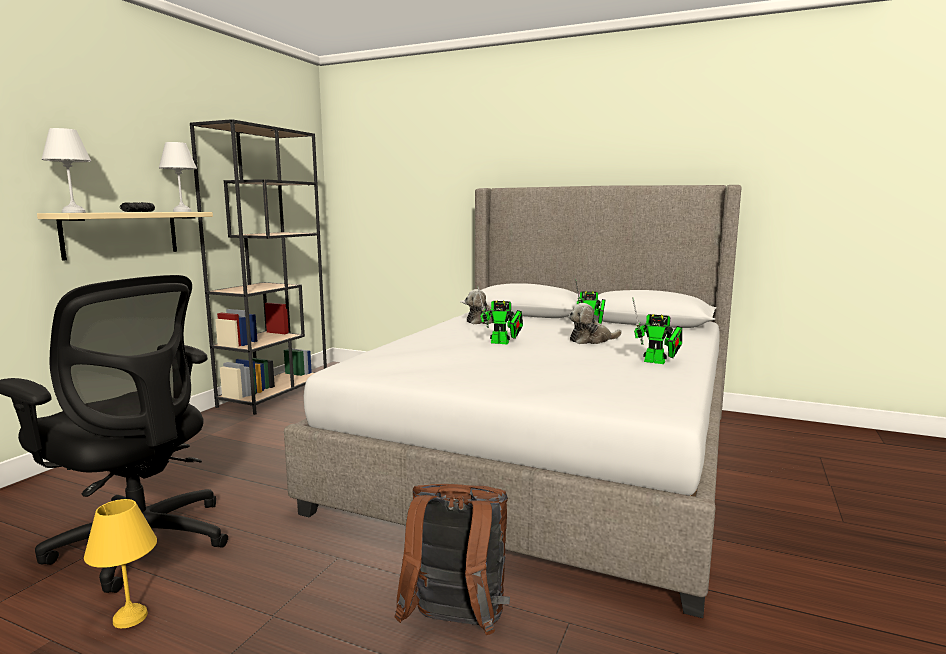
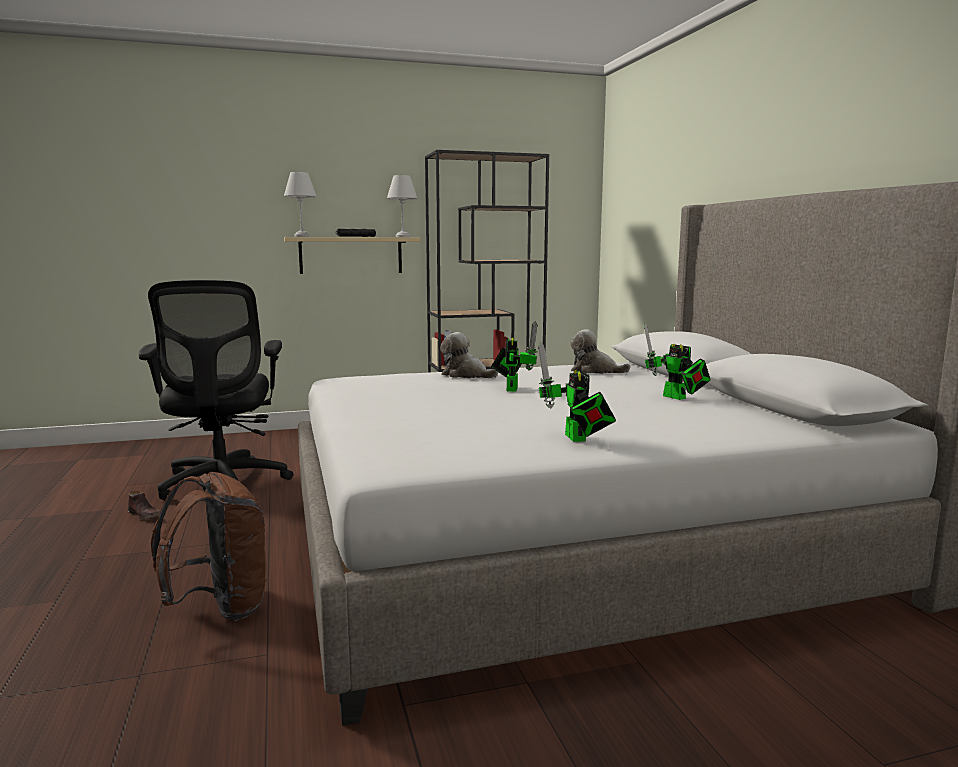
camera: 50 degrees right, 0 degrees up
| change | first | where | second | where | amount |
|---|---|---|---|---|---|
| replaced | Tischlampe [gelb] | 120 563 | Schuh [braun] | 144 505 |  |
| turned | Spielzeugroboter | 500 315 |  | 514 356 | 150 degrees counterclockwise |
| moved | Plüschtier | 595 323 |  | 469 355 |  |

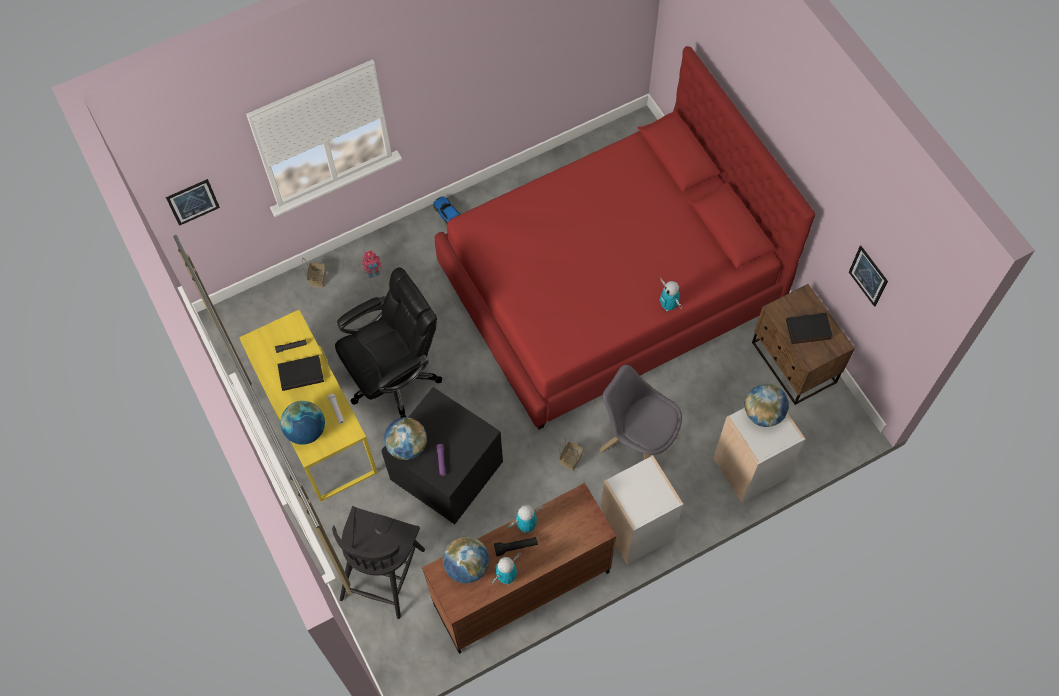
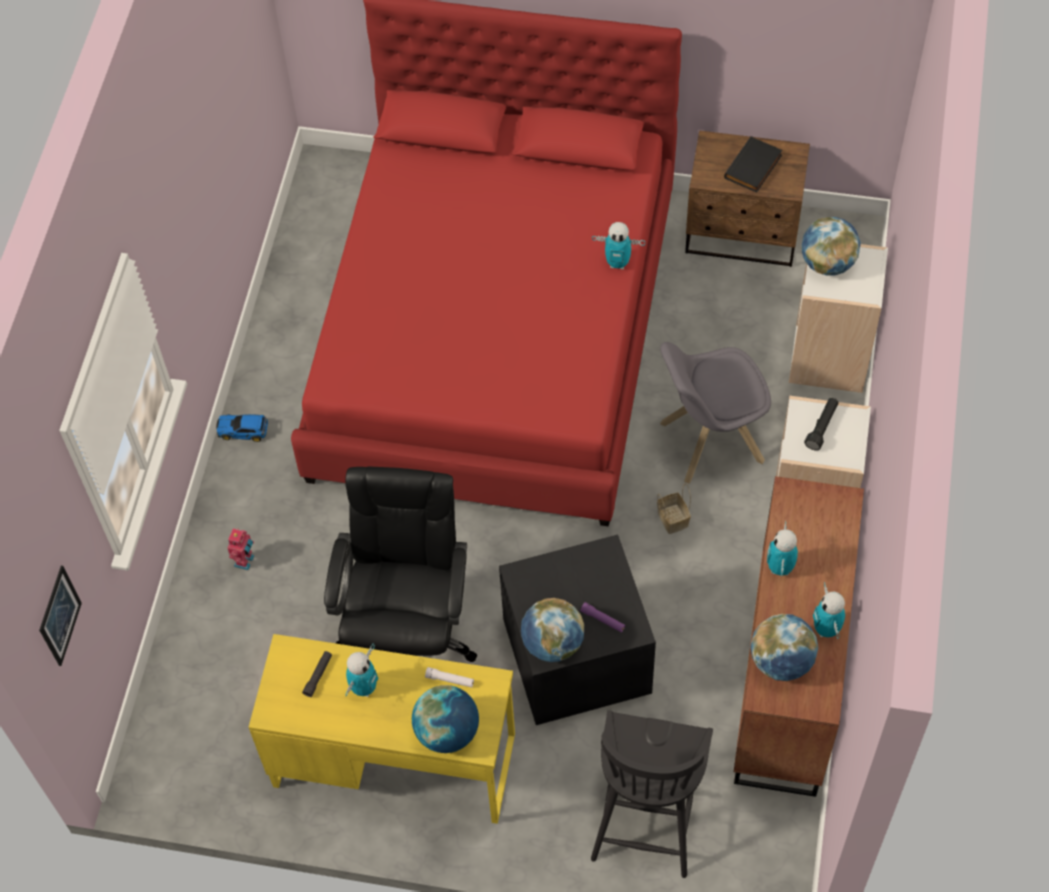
camera: 50 degrees left, 5 degrees down
| change | first | where | second | where | amount |
|---|---|---|---|---|---|
| replaced | Buch [schwarz] | 300 373 | Spielzeugroboter | 362 670 |  |
| removed | Korb | 314 273 |  |  |  |
| turned | Stuhl [schwarz] | 378 562 |  | 652 794 | 45 degrees clockwise |
| moved | Taschenlampe [schwarz] | 516 546 |  | 821 424 |  |
| removed | Bild | 868 276 |  |  |  |

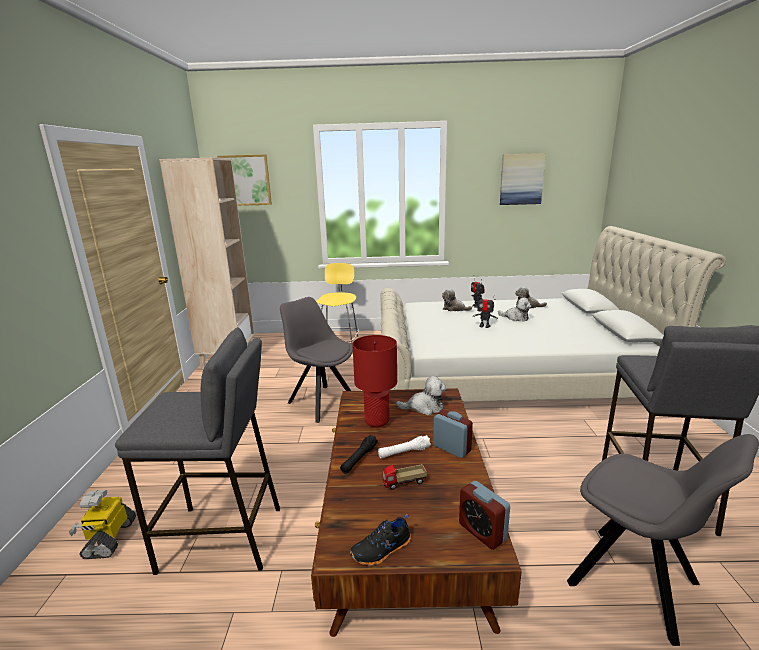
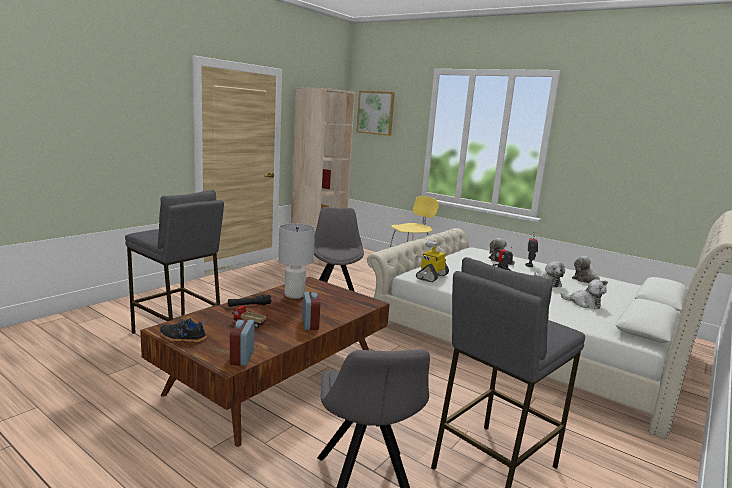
camera: 35 degrees right, 5 degrees down
| change | first | where | second | where | amount |
|---|---|---|---|---|---|
| moved | Spielzeugroboter | 102 524 |  | 432 261 |  |
| recoloured | Tischlampe [rot] | 374 381 | Tischlampe [grau] | 296 261 |  |
| removed | Taschenlampe [weiß] | 404 446 |  |  |  |
| moved | Plüschtier | 421 395 |  | 583 294 |  |
| removed | Bild | 523 179 |  |  |  |

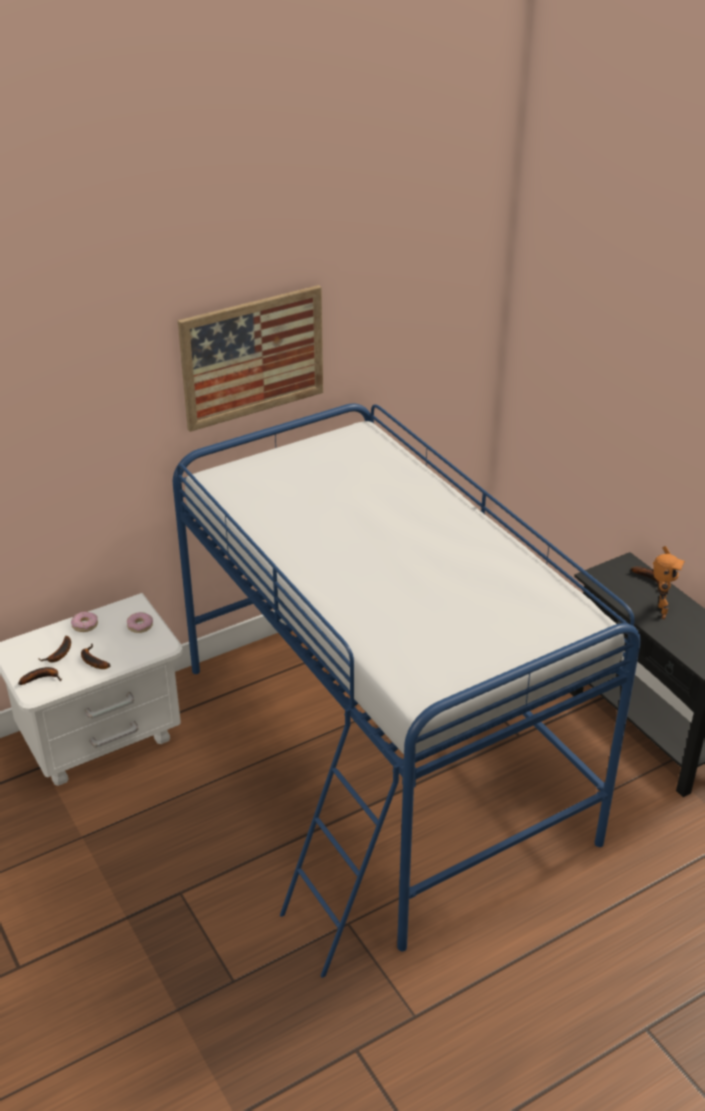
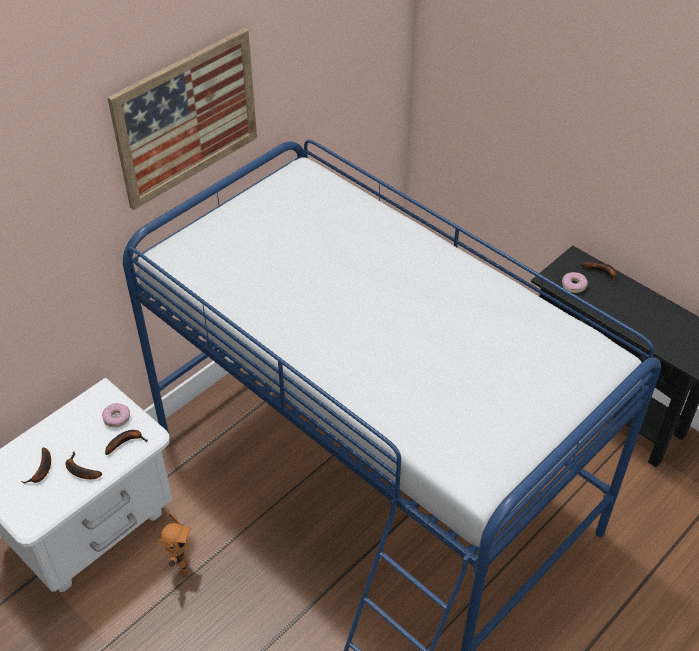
camera: 15 degrees left, 10 degrees up
| change | first | where | second | where | amount |
|---|---|---|---|---|---|
| moved | Banane | 40 676 |  | 126 442 |  |
| moved | Donut | 84 622 |  | 575 282 |  |
| moved | Spielzeugroboter | 669 582 |  | 174 545 |  |

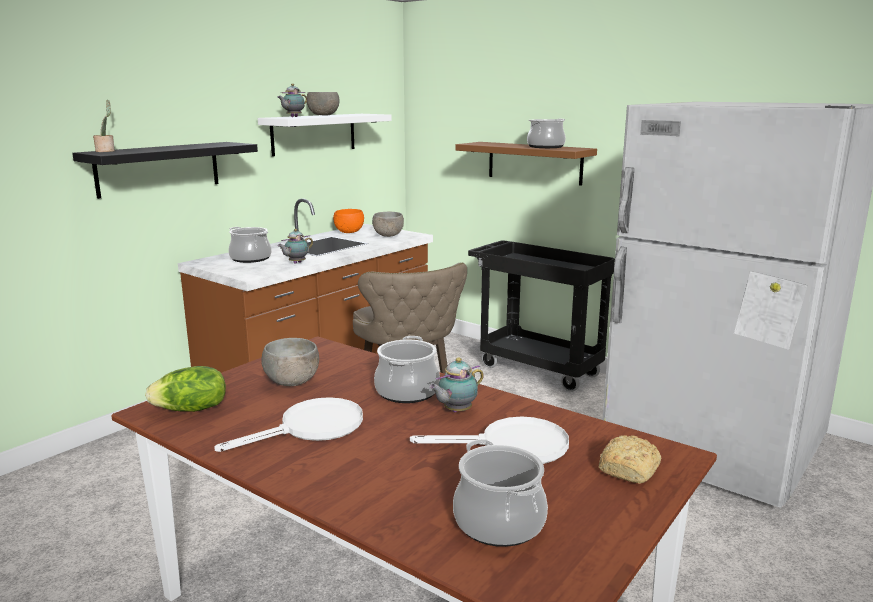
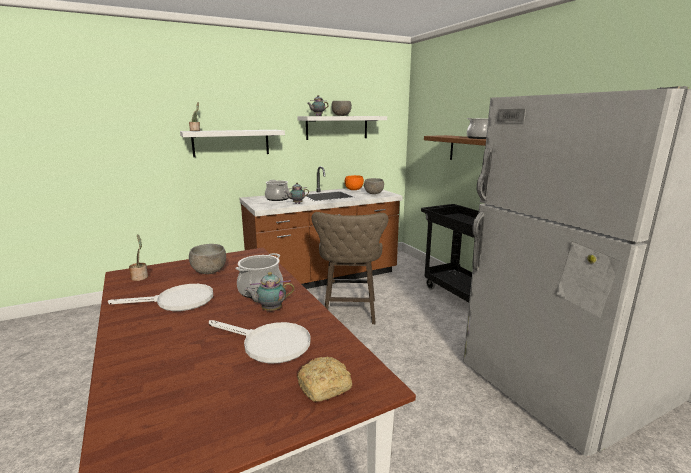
camera: 25 degrees right, 0 degrees up
| change | first | where | second | where | amount |
|---|---|---|---|---|---|
| recoloured | Wandregal [schwarz] | 165 170 | Wandregal [weiß] | 232 143 |  |
| replaced | Salatkopf | 185 389 | Topfpflanze | 138 257 |  |
| removed | Kochtopf | 500 493 |  |  |  |

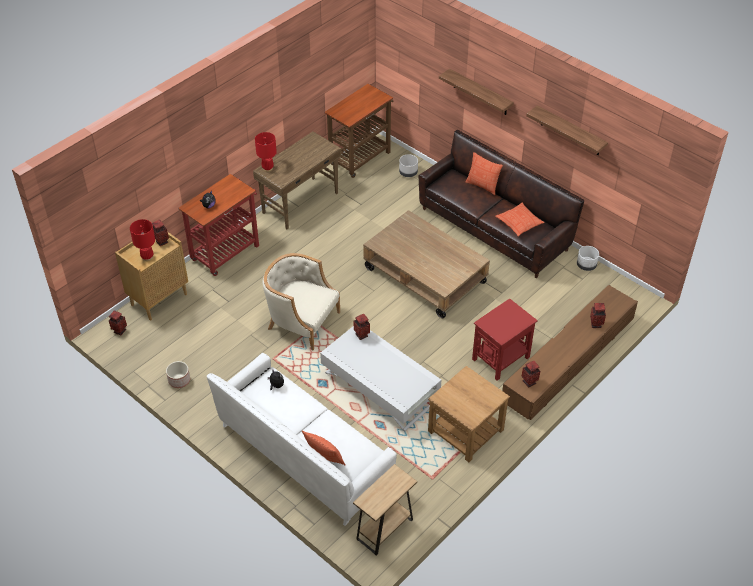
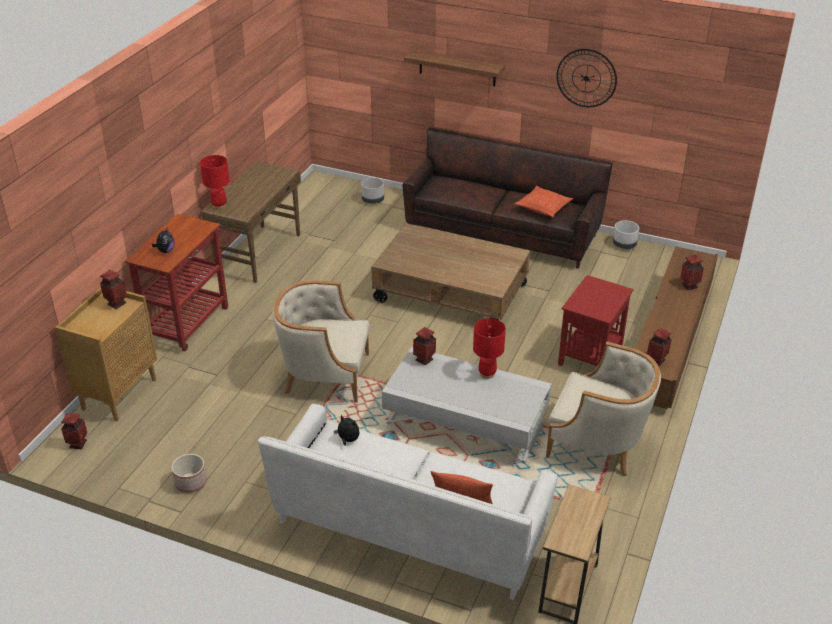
camera: 20 degrees left, 10 degrees down
| change | first | where | second | where | amount |
|---|---|---|---|---|---|
| moved | Tischlampe [rot] | 142 240 |  | 489 348 |  |
| removed | Rollwagen [braun] | 359 131 |  |  |  |
| replaced | Beistelltisch [braun] | 469 414 | Sessel [beige] | 603 408 |  |
| removed | Kissen [orange] | 484 173 |  |  |  |
| replaced | Wandregal | 567 130 | Wanduhr | 586 78 |  |

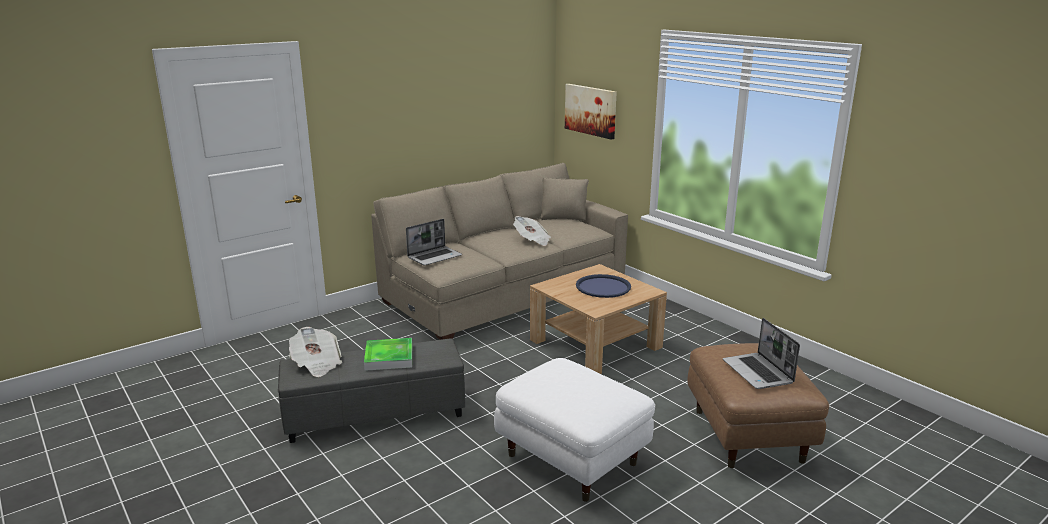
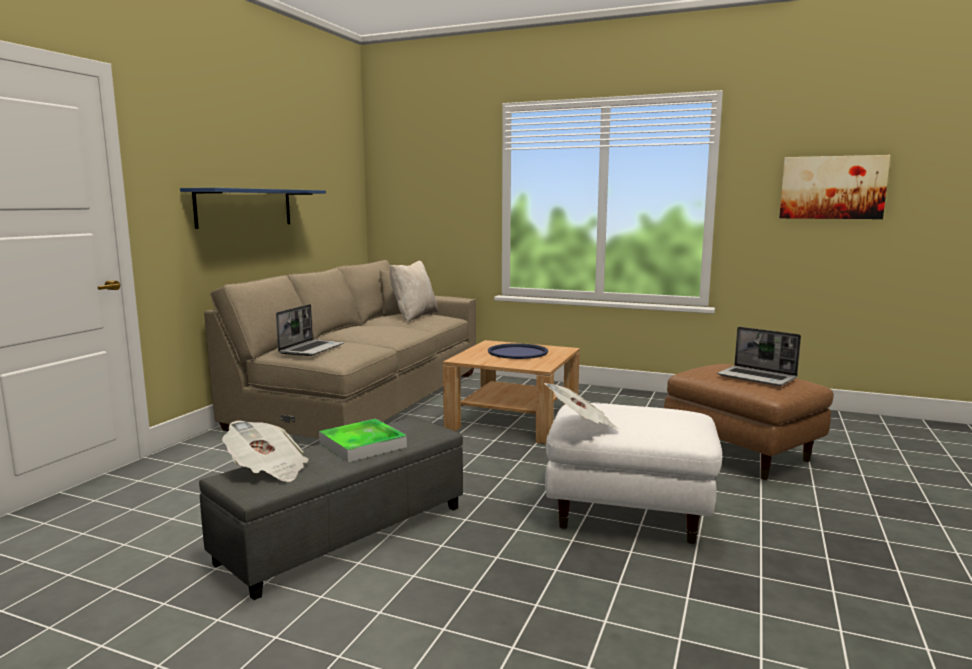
camera: 30 degrees left, 10 degrees down
| change | first | where | second | where | amount |
|---|---|---|---|---|---|
| moved | Zeitung | 532 231 |  | 581 406 |  |
| moved | Bild | 591 112 |  | 834 187 |  |
| added |  |  | Wandregal [blau] | 253 208 |  |
| added |  |  | Kissen [beige] | 413 291 |  |

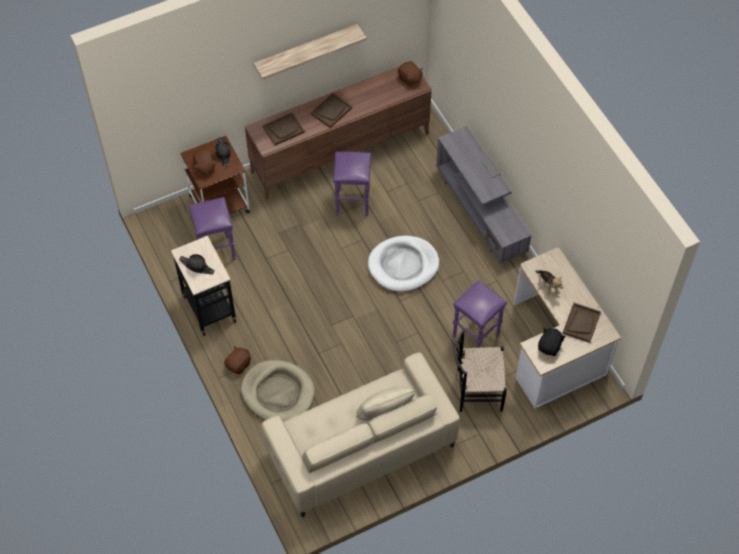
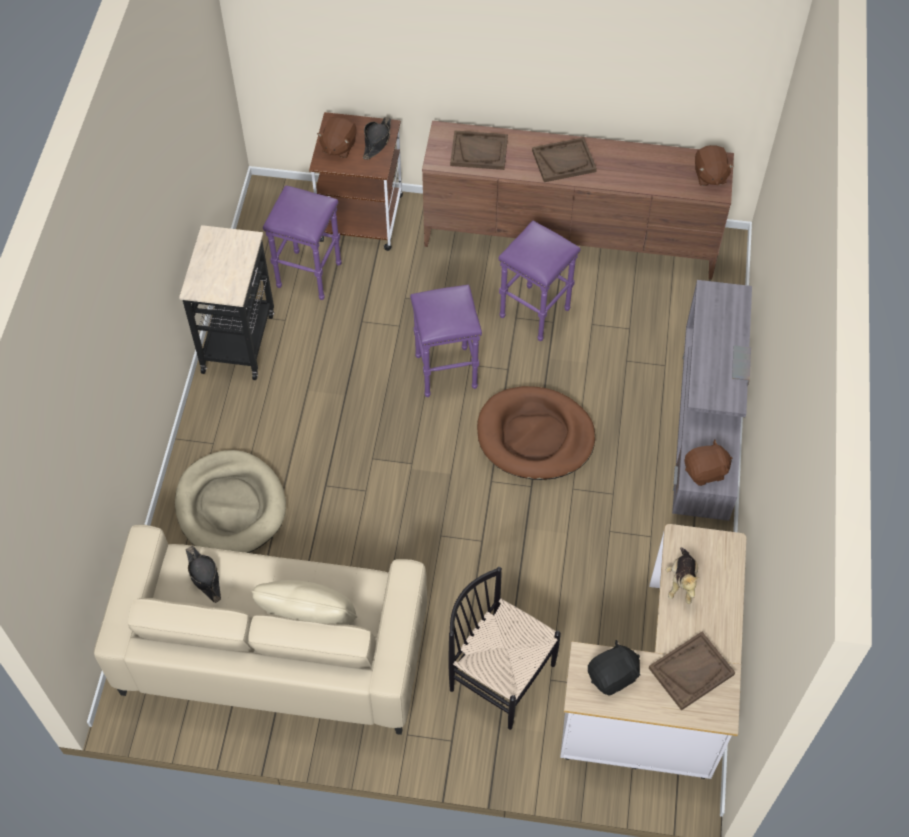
camera: 35 degrees right, 0 degrees up
| change | first | where | second | where | amount |
|---|---|---|---|---|---|
| moved | Hut [schwarz] | 197 264 |  | 203 574 |  |
| moved | Plüschtier [braun] | 237 360 |  | 708 462 |  |
| removed | Wandregal | 310 52 |  |  |  |
| recoloured | Hundebett [weiß] | 403 264 | Hundebett [braun] | 536 433 |  |
| moved | Hocker [lila] | 479 314 |  | 446 341 |  |

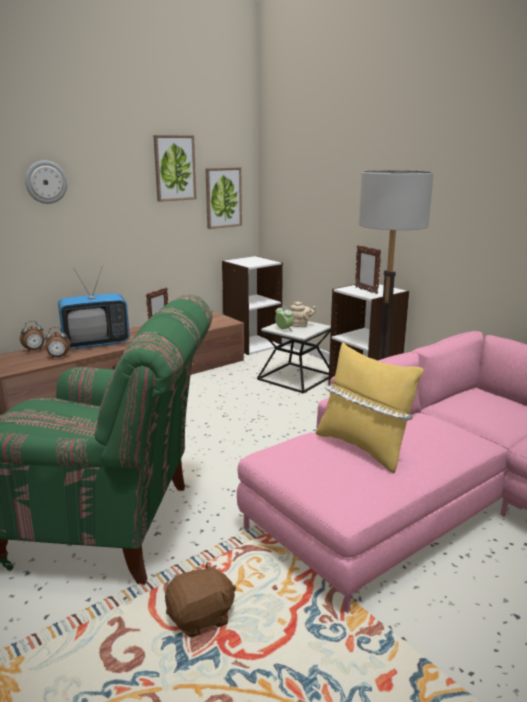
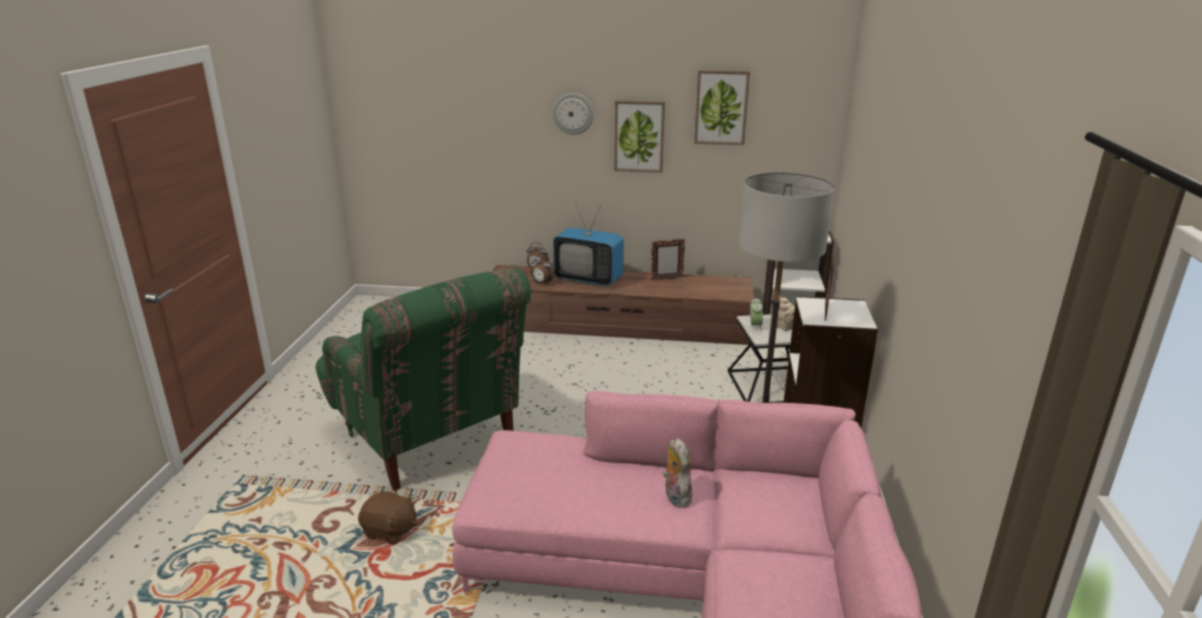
camera: 45 degrees right, 5 degrees up
| change | first | where | second | where | amount |
|---|---|---|---|---|---|
| moved | Bild | 223 198 |  | 639 136 |  |
| removed | Kissen [gelb] | 370 407 |  |  |  |
| added |  |  | Plüschtier | 678 473 |  |

